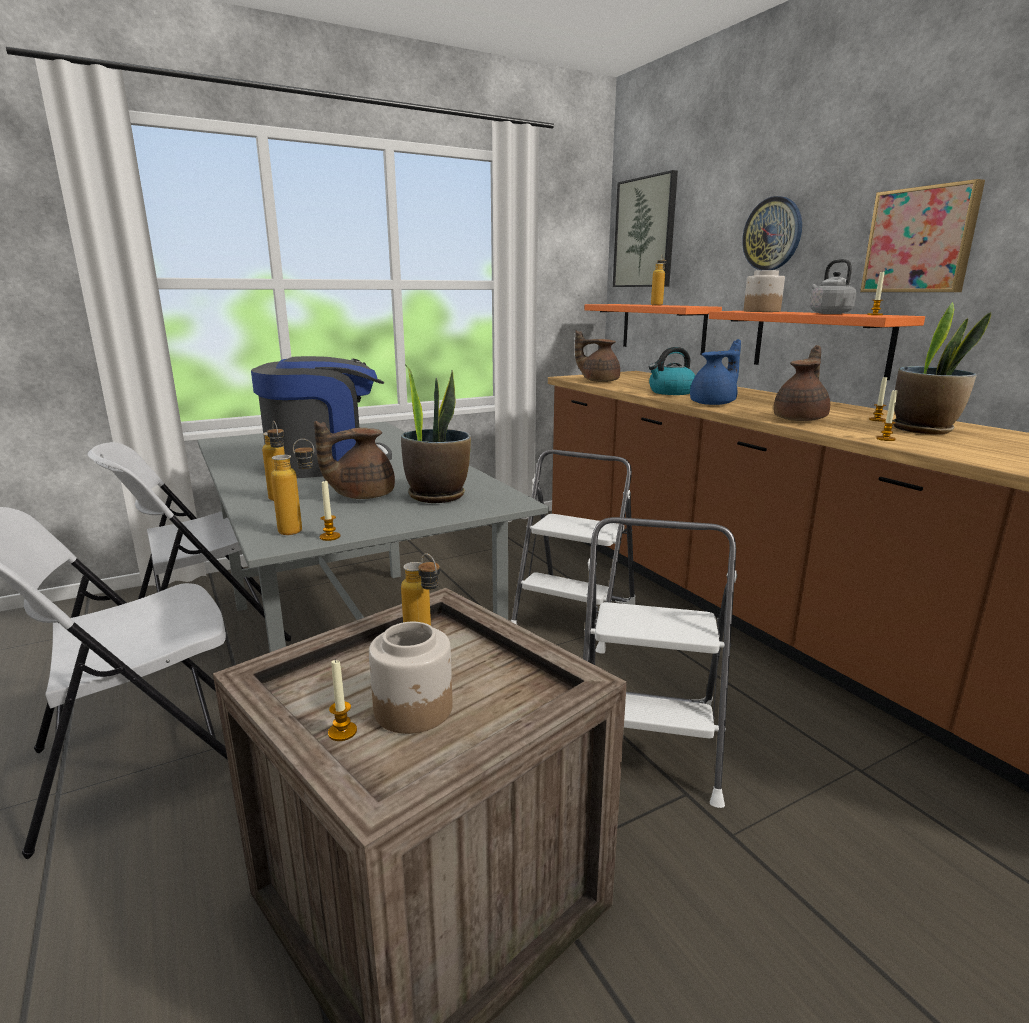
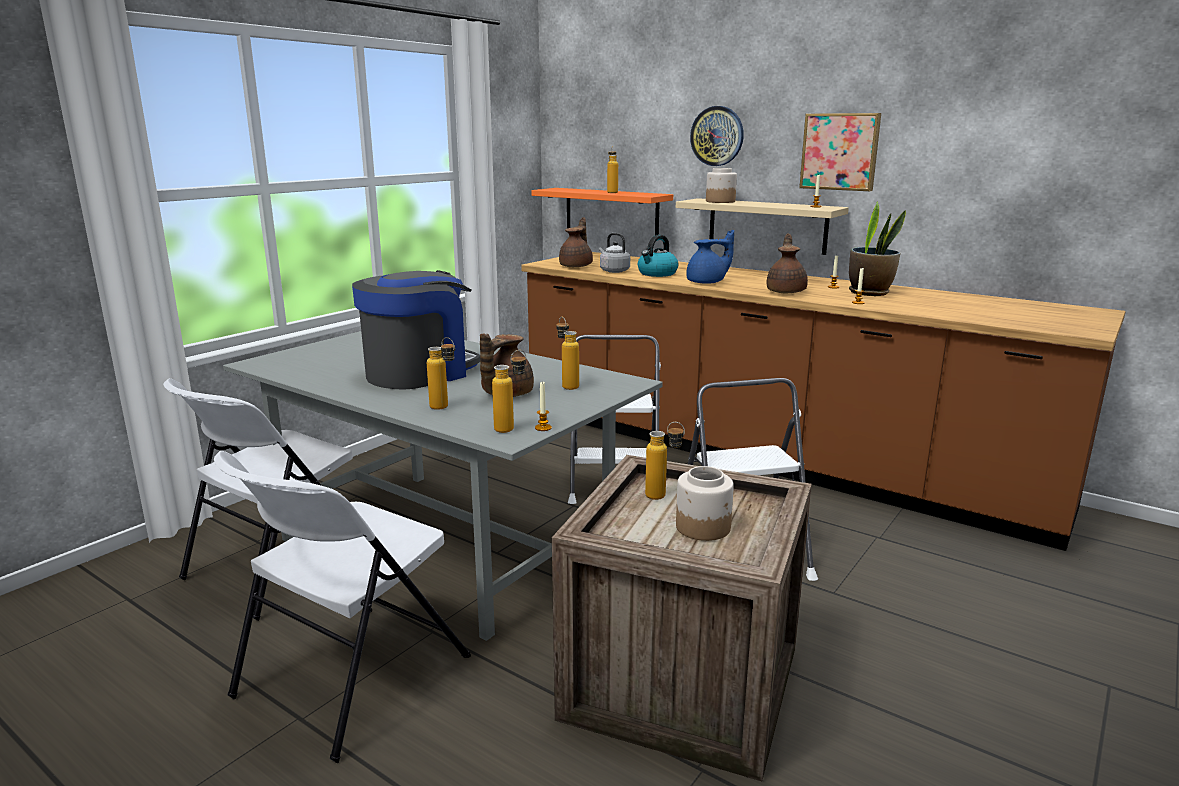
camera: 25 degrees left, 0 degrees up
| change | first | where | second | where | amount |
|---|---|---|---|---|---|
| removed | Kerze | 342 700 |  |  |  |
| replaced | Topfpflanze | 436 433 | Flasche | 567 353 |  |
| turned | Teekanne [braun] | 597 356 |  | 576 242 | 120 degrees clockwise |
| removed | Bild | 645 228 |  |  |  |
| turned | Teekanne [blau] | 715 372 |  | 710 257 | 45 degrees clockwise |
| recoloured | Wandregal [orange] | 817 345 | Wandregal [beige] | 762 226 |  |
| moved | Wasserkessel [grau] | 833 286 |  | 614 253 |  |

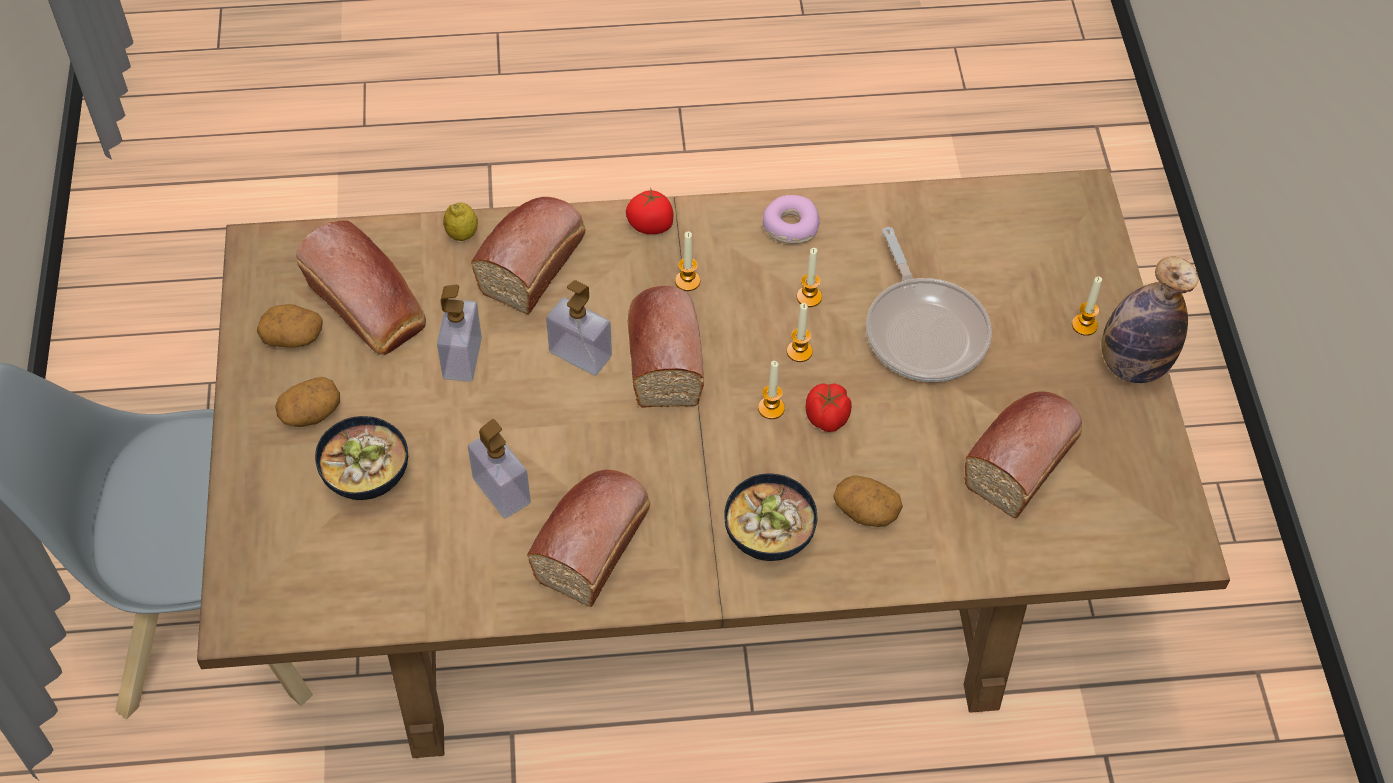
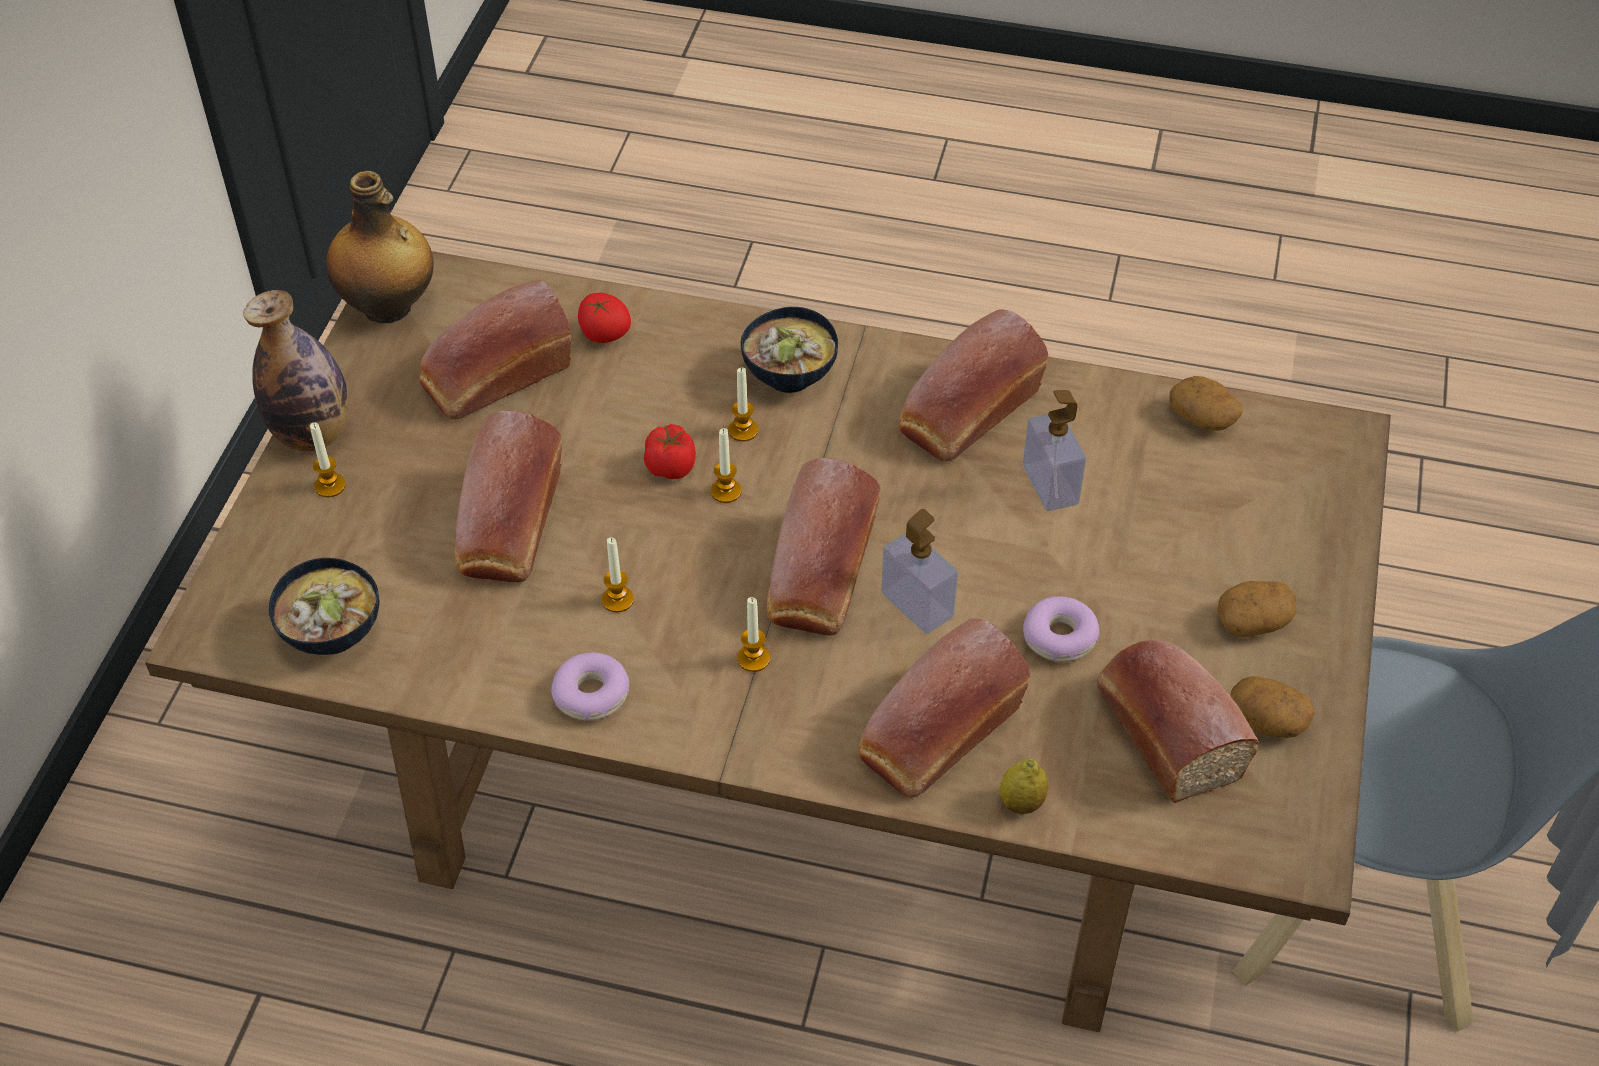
camera: 160 degrees left, 5 degrees down
| change | first | where | second | where | amount |
|---|---|---|---|---|---|
| moved | Schüssel | 361 458 |  | 324 606 |  |
| replaced | Seifenspender | 459 333 | Donut | 1061 629 |  |
| moved | Tomate | 649 211 |  | 604 318 |  |
| moved | Kerze | 800 332 |  | 743 404 |  |
| moved | Kartoffel | 868 501 |  | 1205 403 |  |
| replaced | Pfanne | 929 304 | Brot | 508 496 |  |
| added |  |  | Flasche | 380 247 |  |

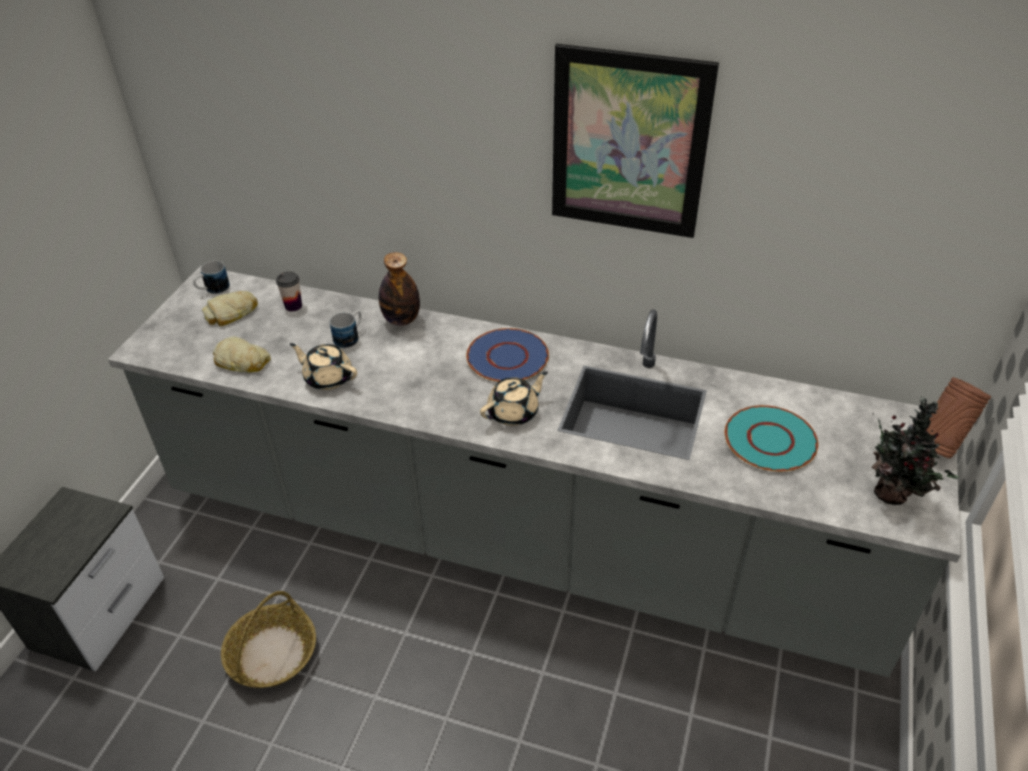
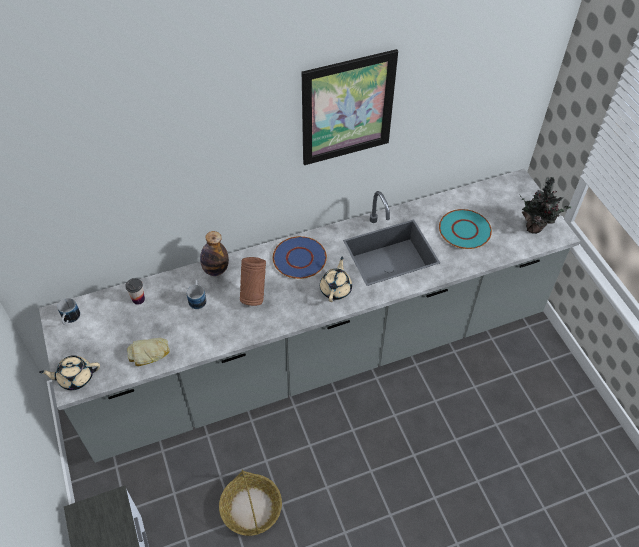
camera: 40 degrees left, 10 degrees up
| change | first | where | second | where | amount |
|---|---|---|---|---|---|
| removed | Brot | 230 308 |  |  |  |
| moved | Teekanne [beige] | 323 366 |  | 69 372 |  |
| moved | Vase [braun] | 959 417 |  | 253 281 |  |

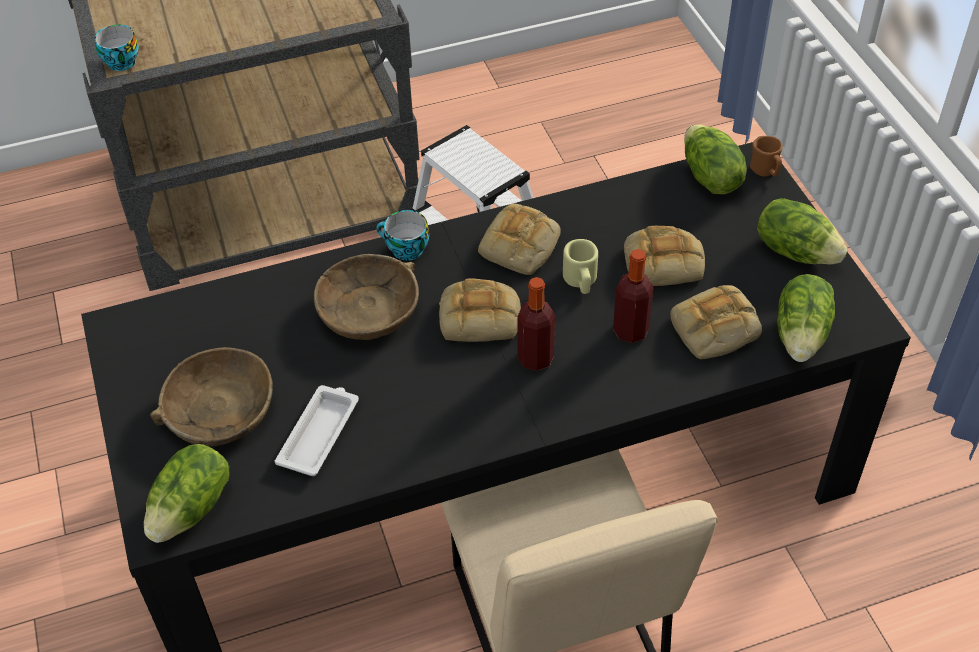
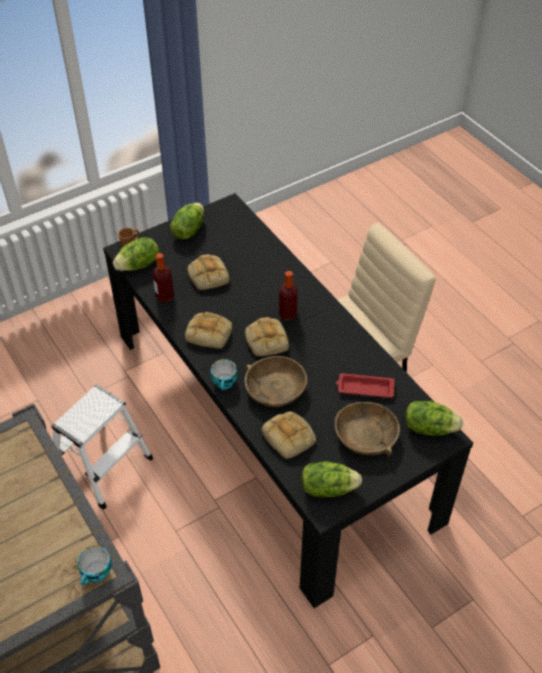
camera: 105 degrees left, 0 degrees up
| change | first | where | second | where | amount |
|---|---|---|---|---|---|
| recoloured | Tablett [weiß] | 317 430 | Tablett [rot] | 365 385 |  |
| removed | Henkelbecher [beige] | 580 266 |  |  |  |
| moved | Flasche | 633 296 |  | 163 277 |  |
| moved | Brot | 716 322 |  | 288 435 |  |
| moved | Salatkopf | 806 318 |  | 331 479 |  |

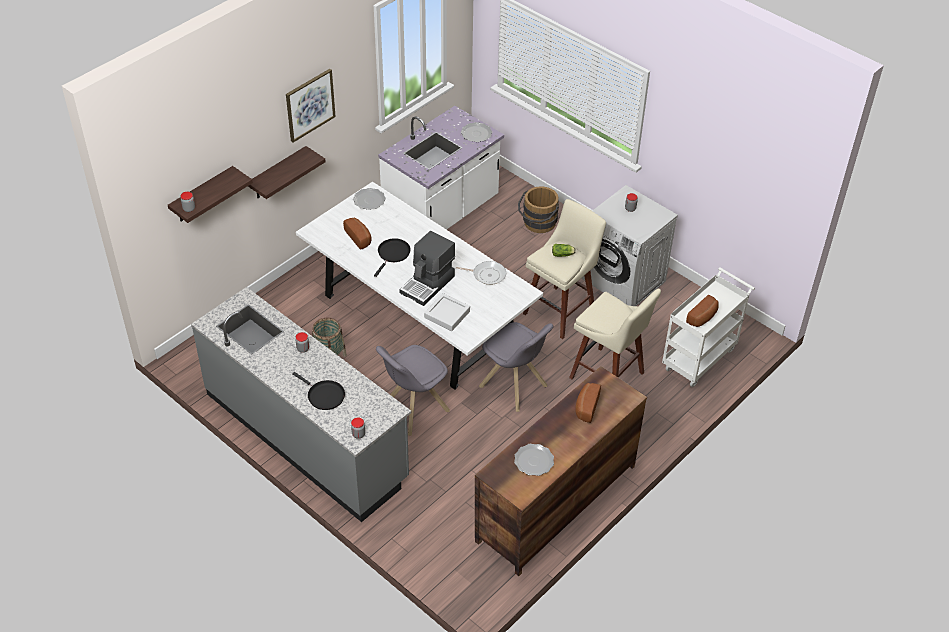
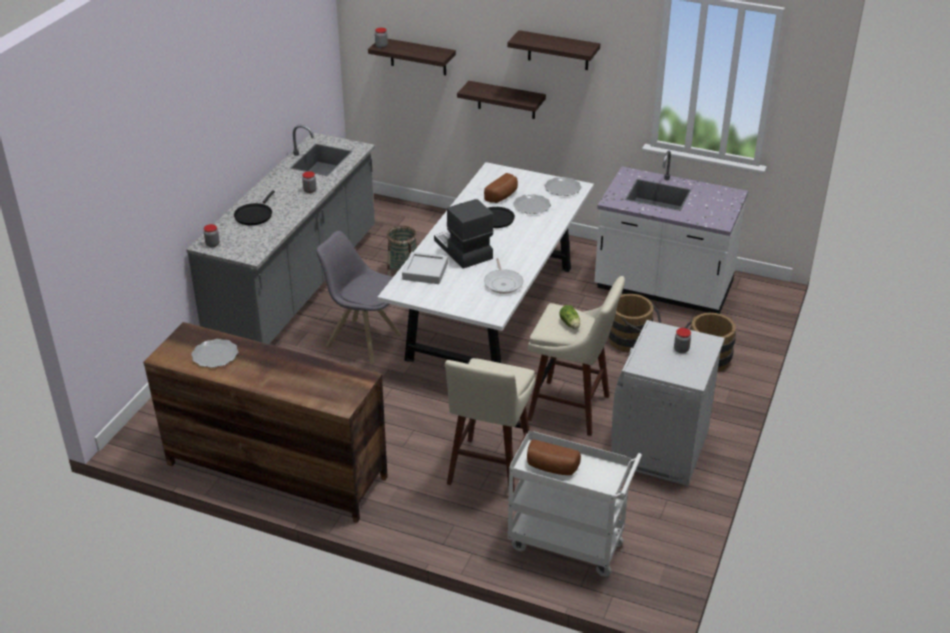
camera: 70 degrees right, 10 degrees down
| change | first | where | second | where | amount |
|---|---|---|---|---|---|
| replaced | Bild | 311 105 | Wandregal | 553 50 |  |
| turned | Kaffeemaschine | 427 268 |  | 464 234 | 45 degrees clockwise |
| moved | Teller | 476 132 |  | 532 204 |  |
| removed | Stuhl [grau] | 516 367 |  |  |  |
| removed | Brot | 588 403 |  |  |  |
| added |  |  | Eimer [braun] | 635 323 |  |

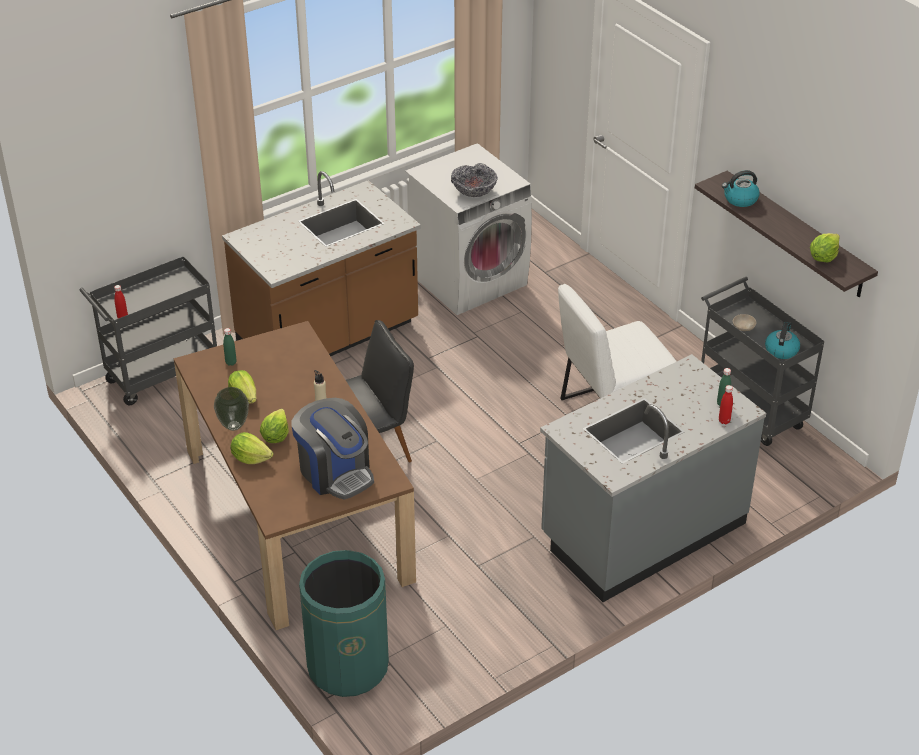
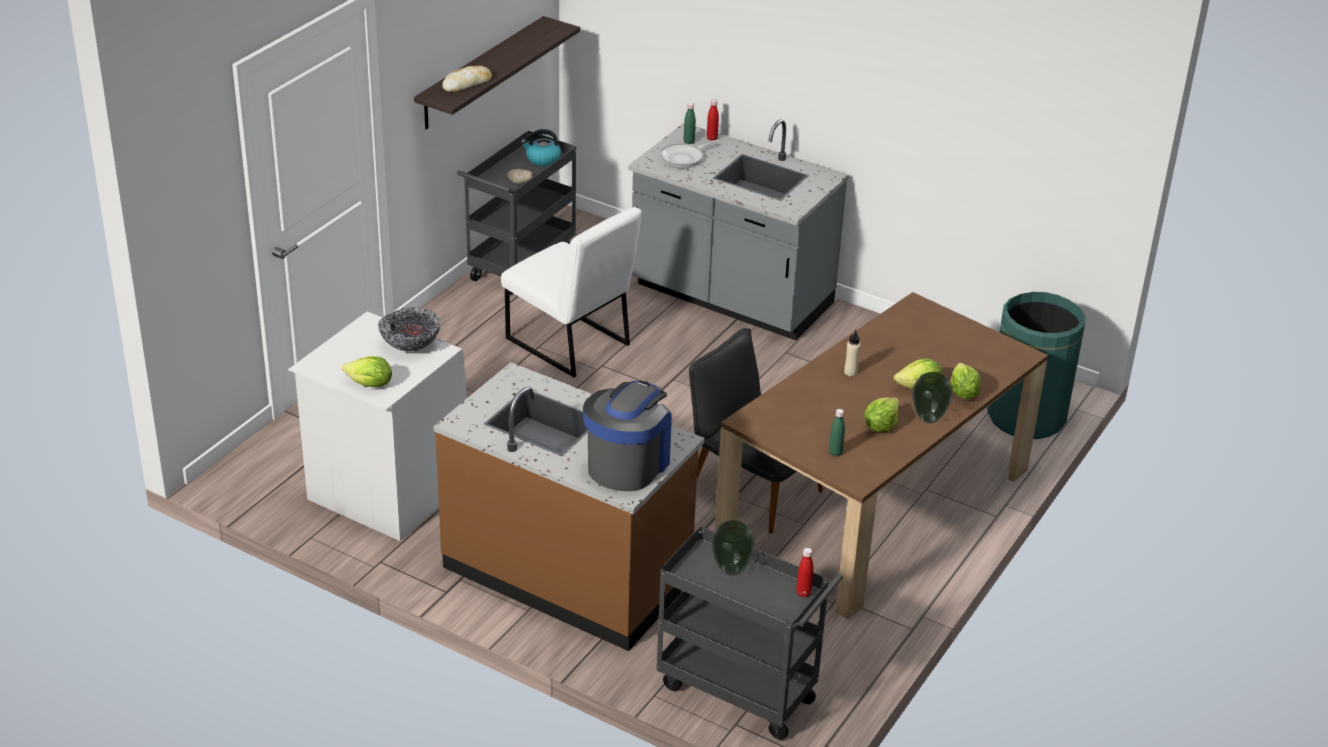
camera: 115 degrees left, 5 degrees down
| change | first | where | second | where | amount |
|---|---|---|---|---|---|
| moved | Kaffeemaschine | 332 449 |  | 627 436 |  |
| replaced | Wasserkessel | 741 188 | Brot | 467 79 |  |
| moved | Salatkopf | 825 247 |  | 367 371 |  |
| added |  |  | Pfanne | 689 154 |  |
| added |  |  | Vase | 733 548 |  |

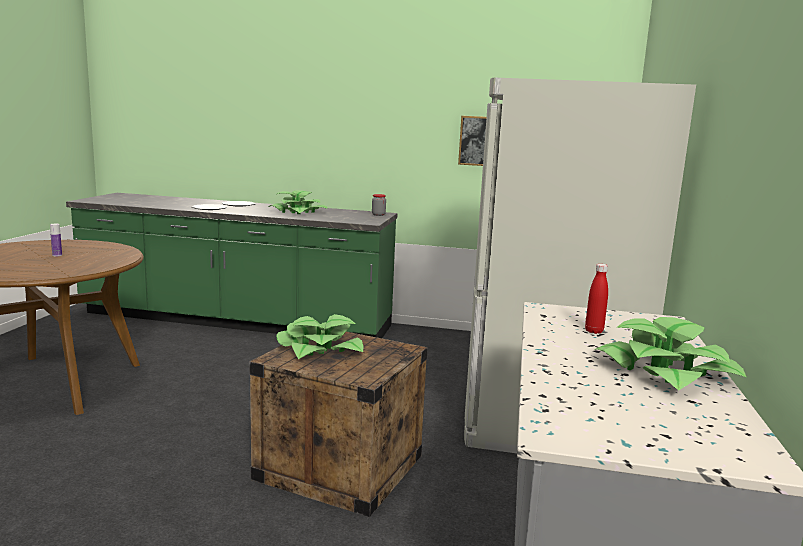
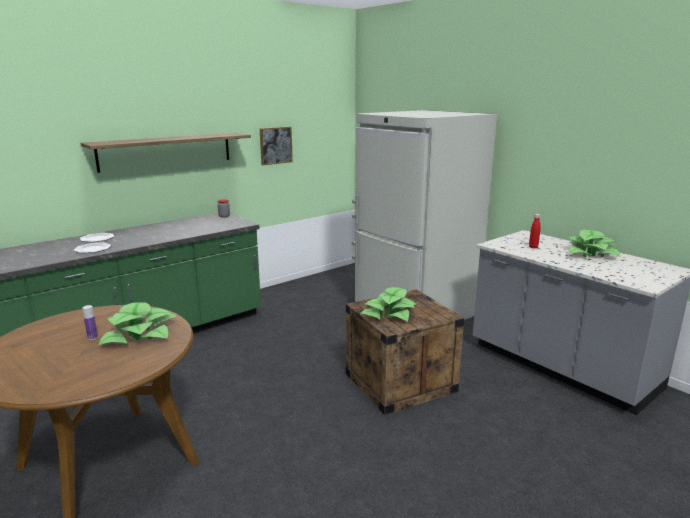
camera: 50 degrees left, 5 degrees up
| change | first | where | second | where | amount |
|---|---|---|---|---|---|
| moved | Topfpflanze | 297 202 |  | 137 323 |  |
| added |  |  | Wandregal | 166 153 |  |

